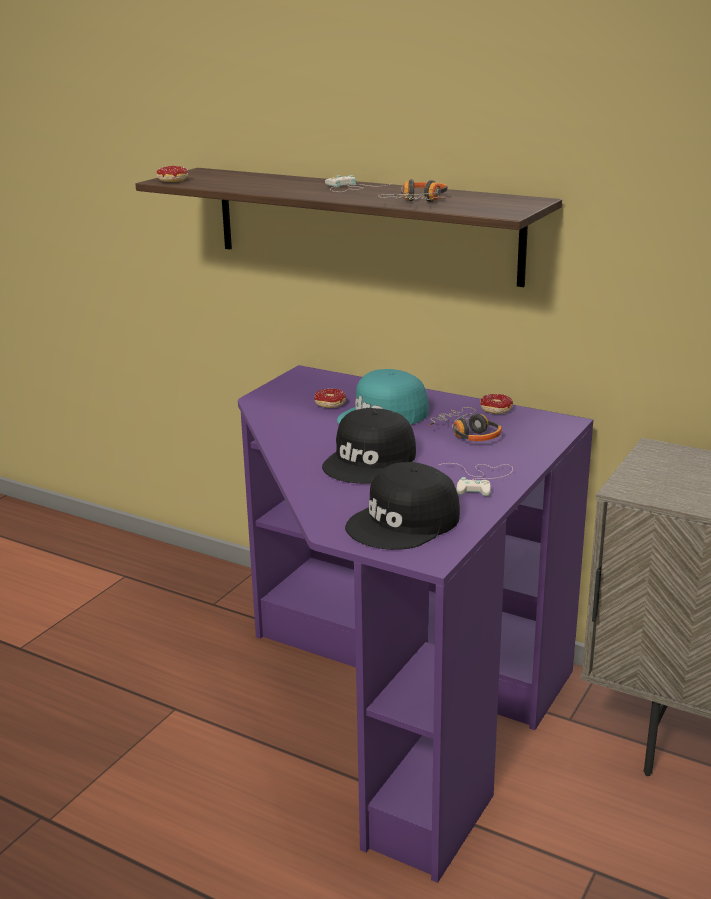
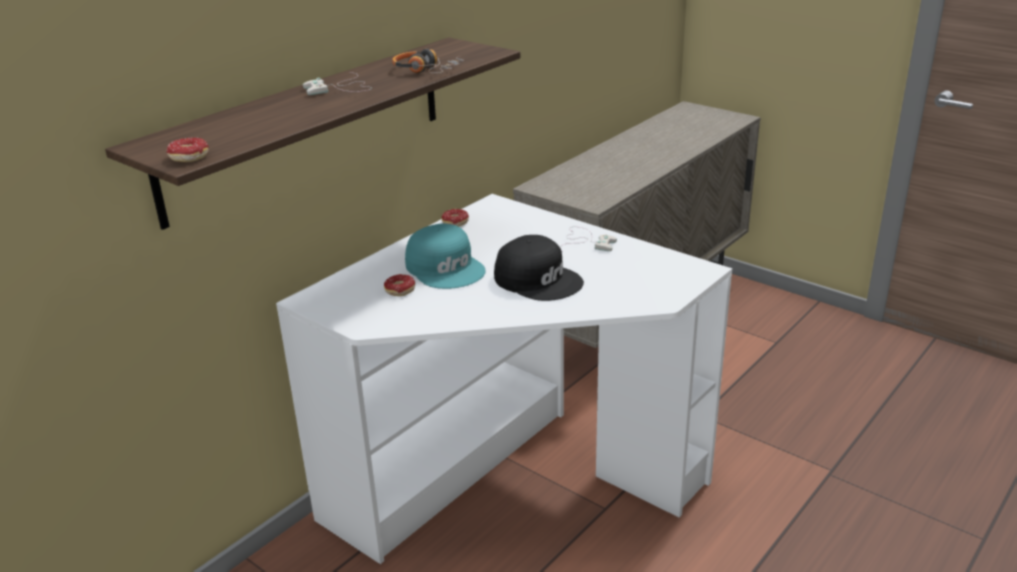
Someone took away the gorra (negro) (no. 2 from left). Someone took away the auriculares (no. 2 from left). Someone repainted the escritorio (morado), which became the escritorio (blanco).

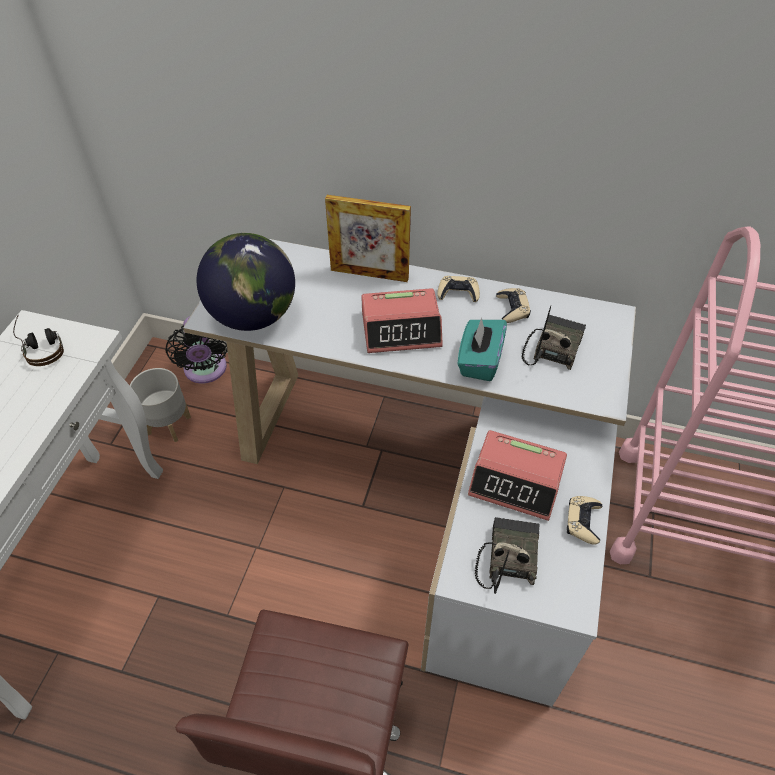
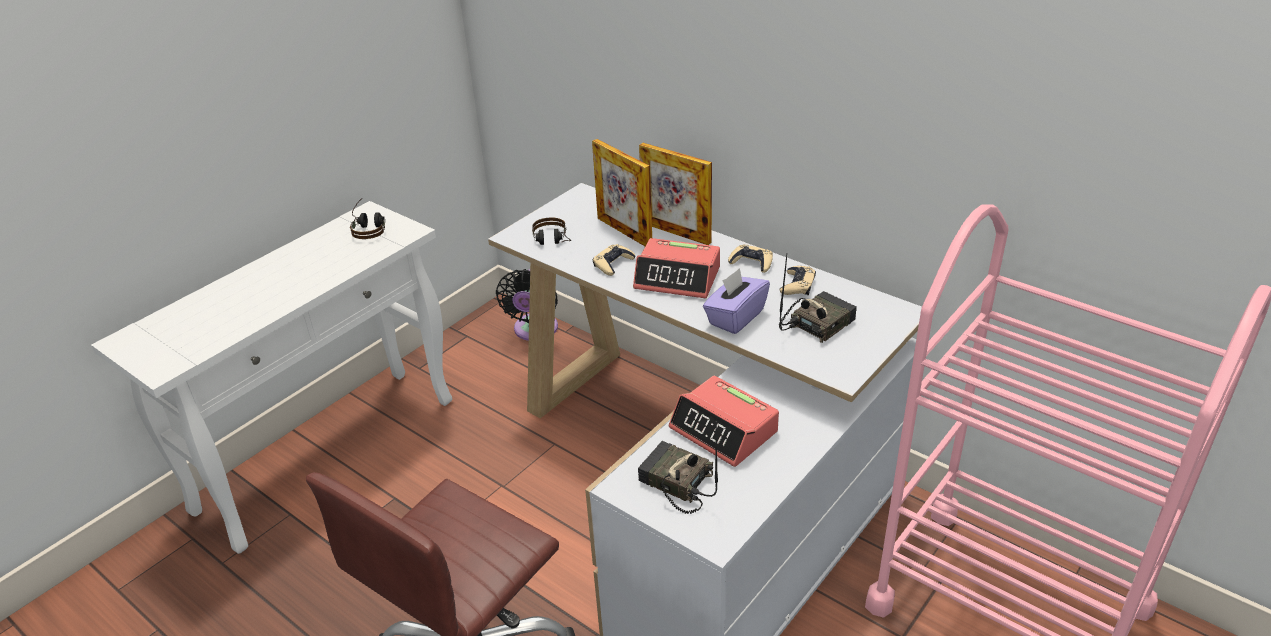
Someone took away the maceta (gris). Someone put down the portarretratos (no. 1 from left). Someone carried the mando de consola (beis) (no. 3 from left in the first image). Someone swapped the globo terráqueo for the auriculares (no. 2 from left). Someone repainted the caja de pañuelos (turquesa), which became the caja de pañuelos (morado). Someone rotated the radio (no. 1 from left) by 90 degrees counterclockwise.

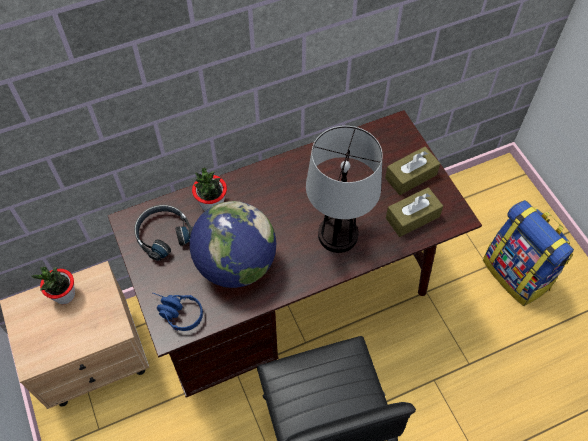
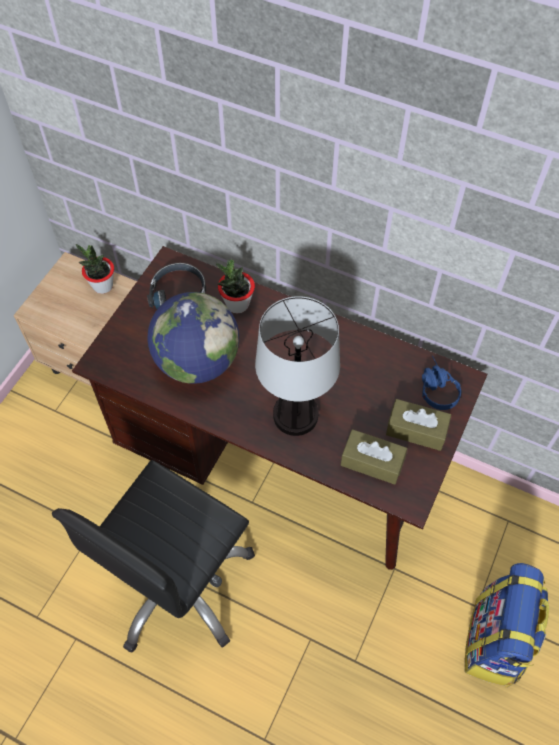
Someone carried the auriculares (azul).

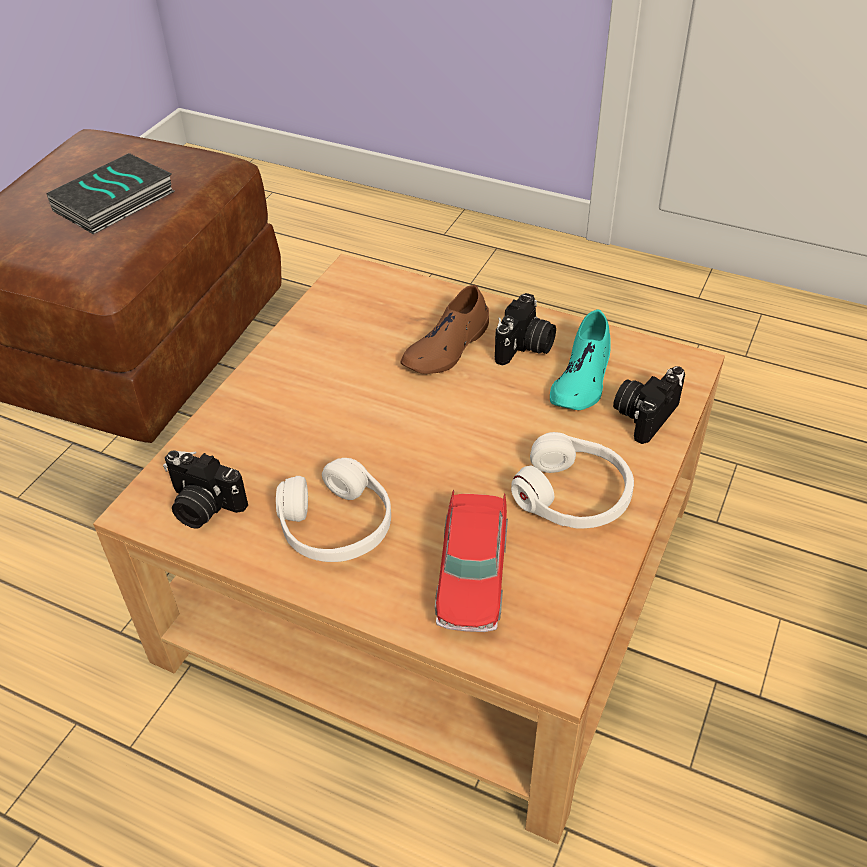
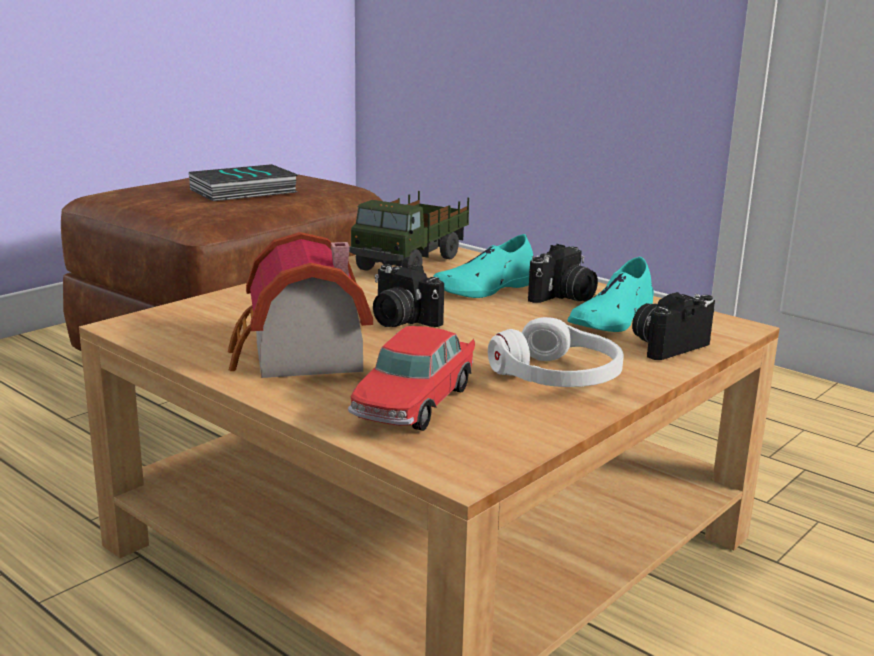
Someone put down the camión de juguete. Someone carried the cámara (no. 1 from left). Someone swapped the auriculares (blanco) (no. 1 from left) for the casita. Someone repainted the zapato (marrón), which became the zapato (turquesa) (no. 1 from left).

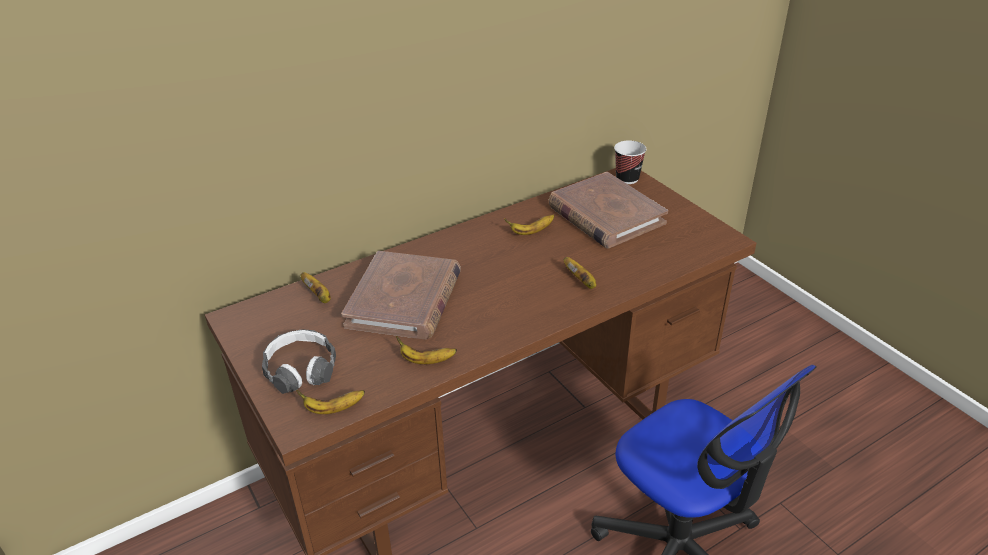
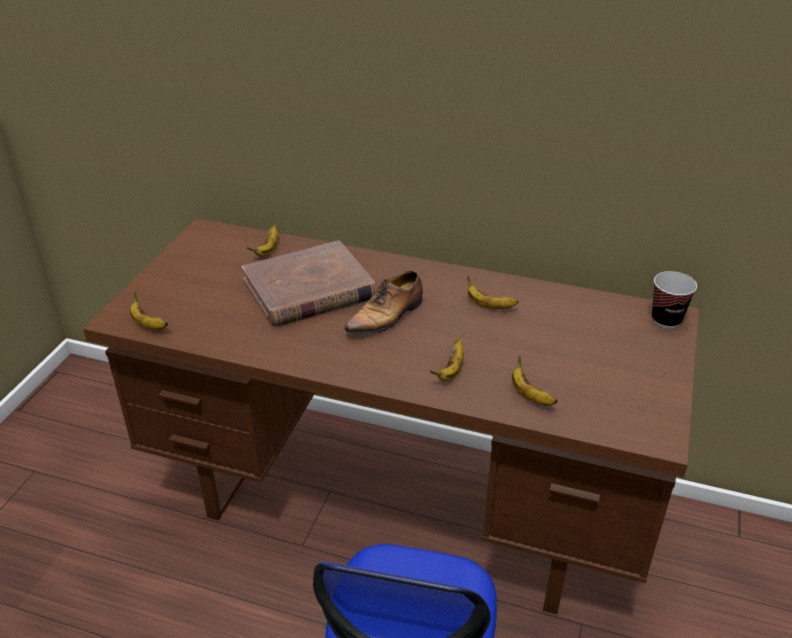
Someone took away the auriculares. Someone took away the libro (marrón) (no. 2 from left). Someone put down the zapato. Someone carried the plátano (no. 3 from left in the first image).

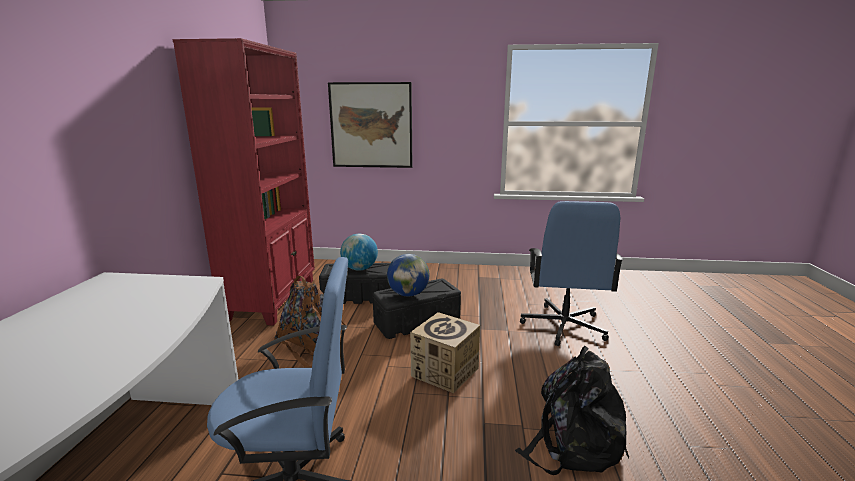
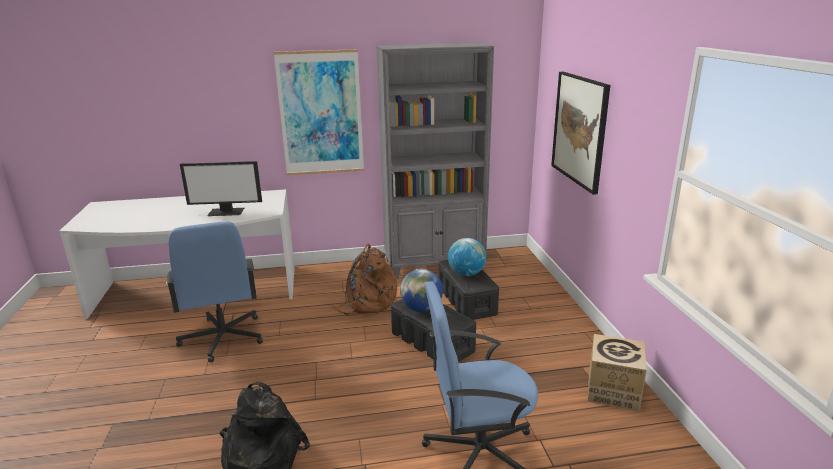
Someone put down the monitor. Someone put up the cuadro (no. 1 from left). Someone carried the caja de cartón. Someone repainted the estantería (rojo), which became the estantería (gris).

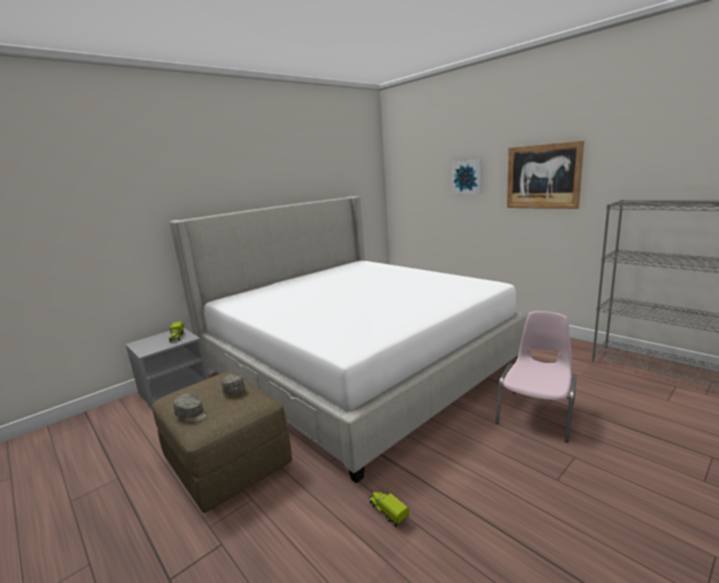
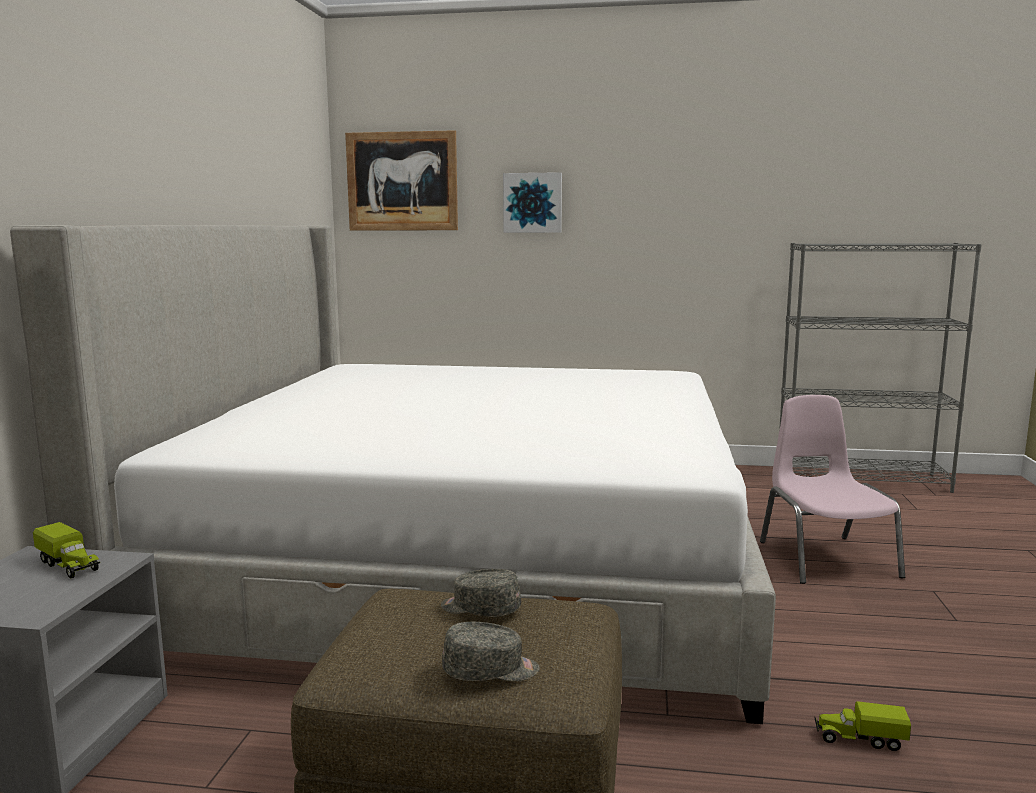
Someone carried the cuadro (no. 2 from left in the first image).

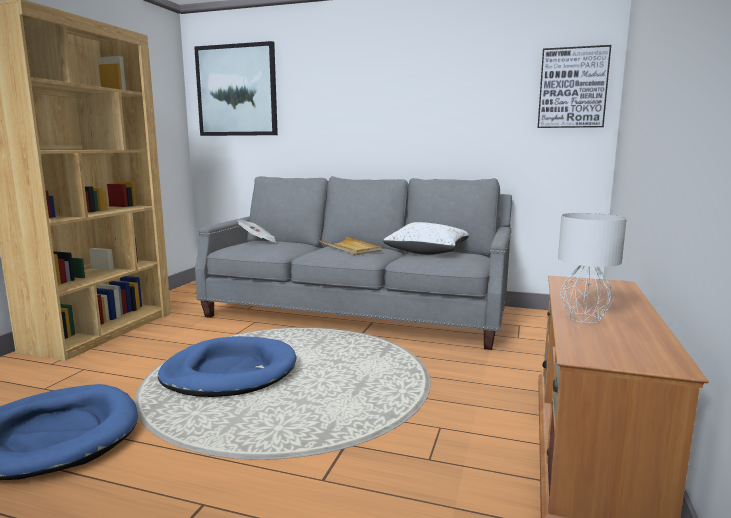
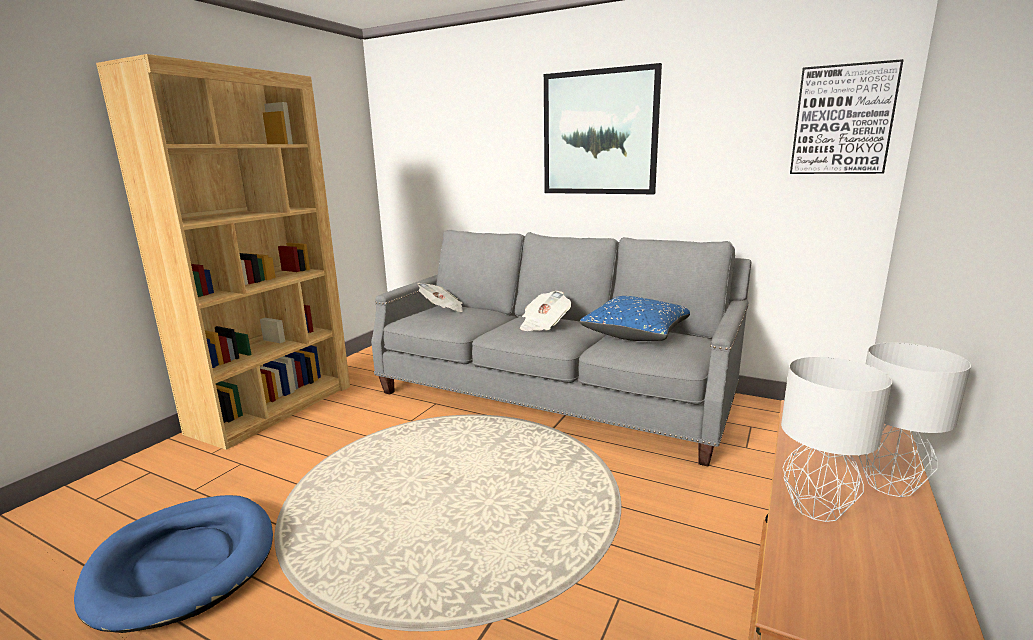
Someone took away the cama para perro (azul) (no. 2 from left). Someone put down the lámpara de mesa (gris) (no. 2 from left). Someone carried the cuadro (no. 1 from left). Someone swapped the bandeja (beis) for the periódico (no. 2 from left). Someone repainted the cojín (blanco), which became the cojín (azul).

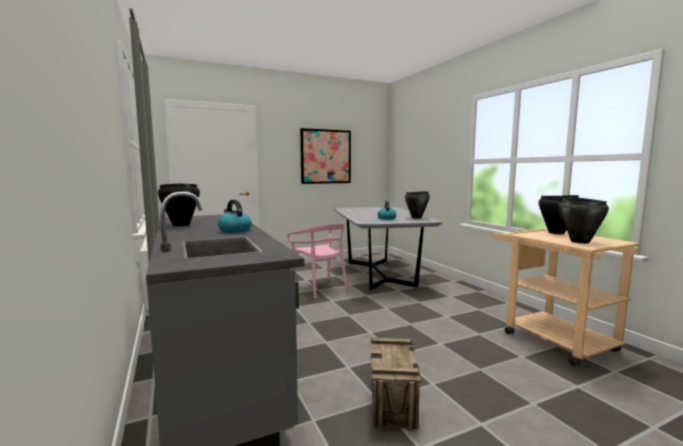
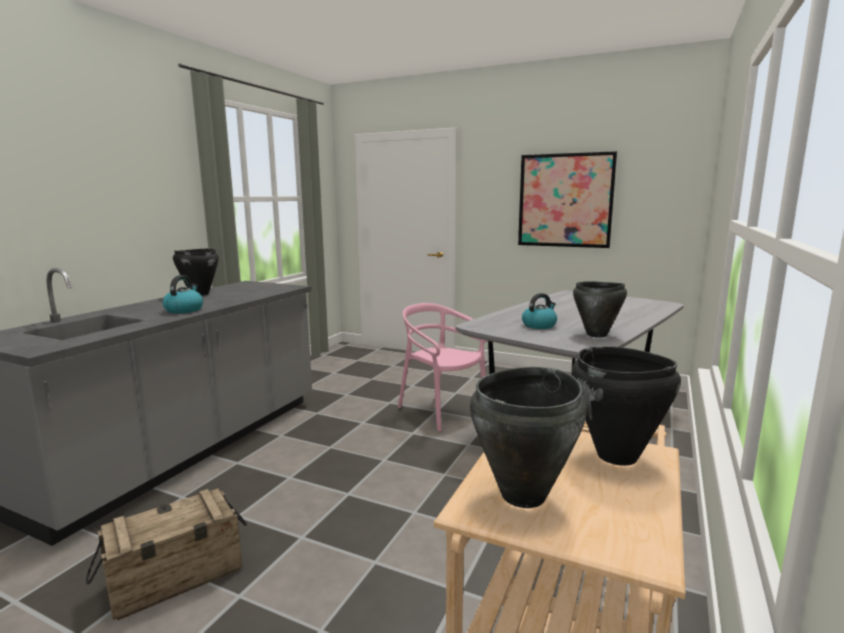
Someone rotated the silla (rosa) by 120 degrees clockwise.

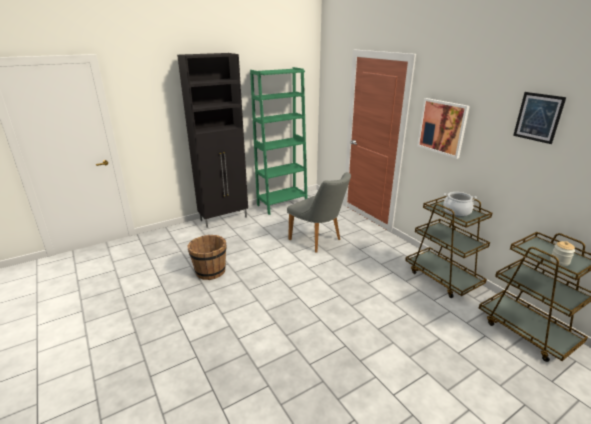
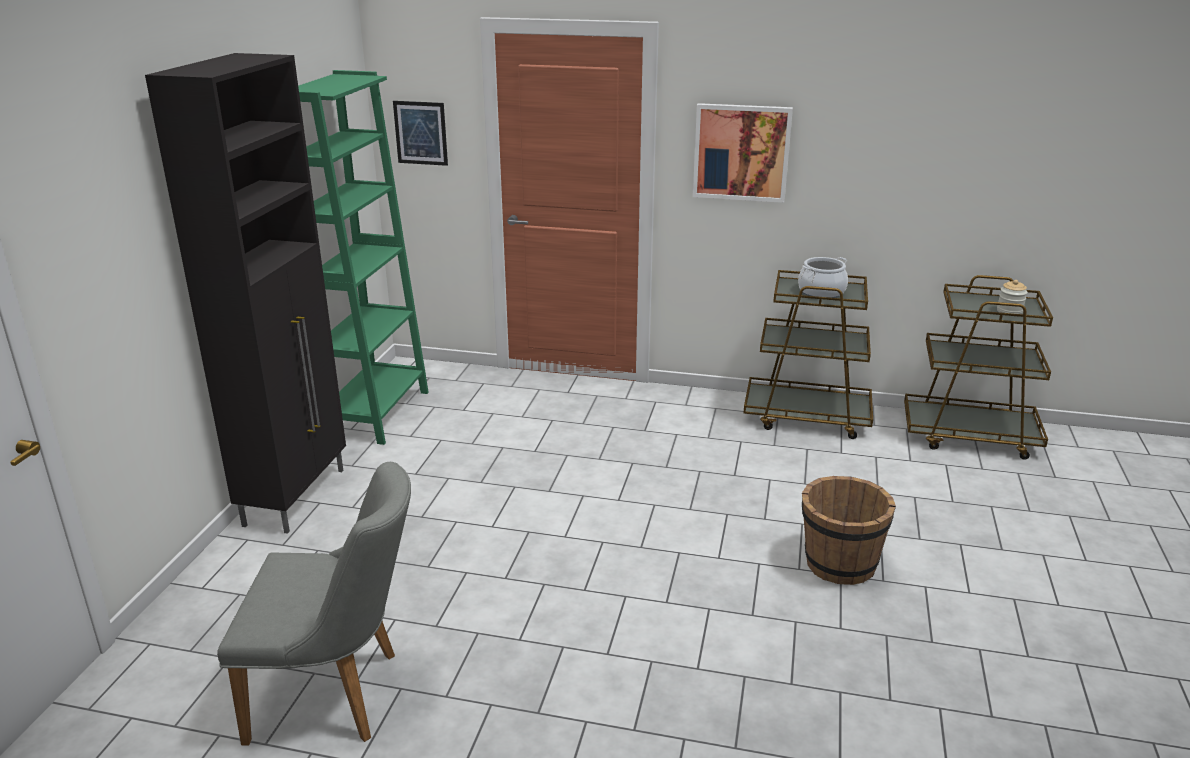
Someone carried the cubo (marrón). Someone carried the silla (gris). Someone carried the cuadro (no. 2 from left in the first image).

